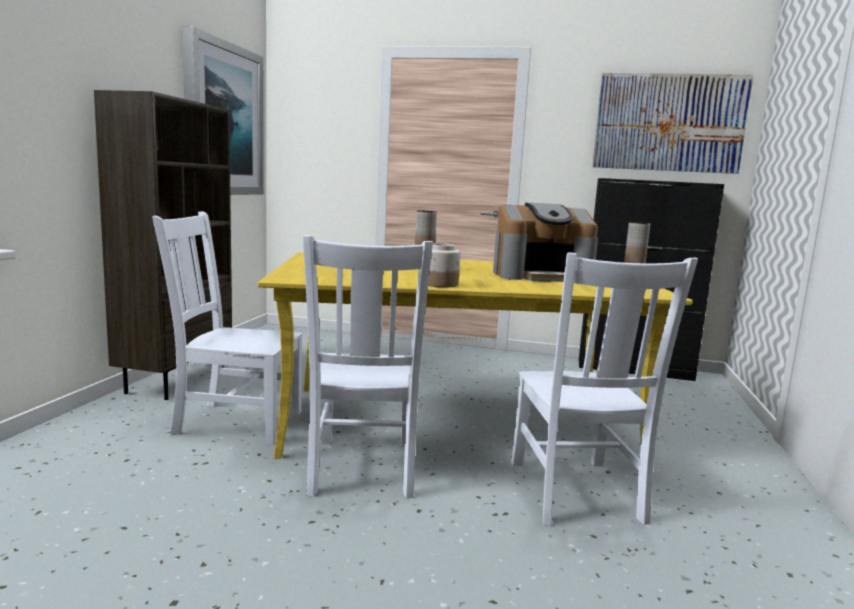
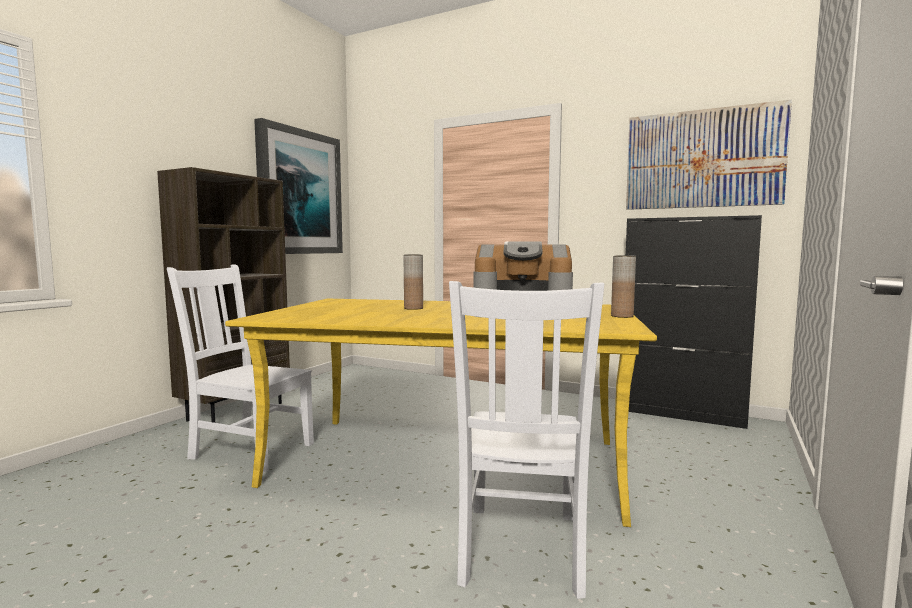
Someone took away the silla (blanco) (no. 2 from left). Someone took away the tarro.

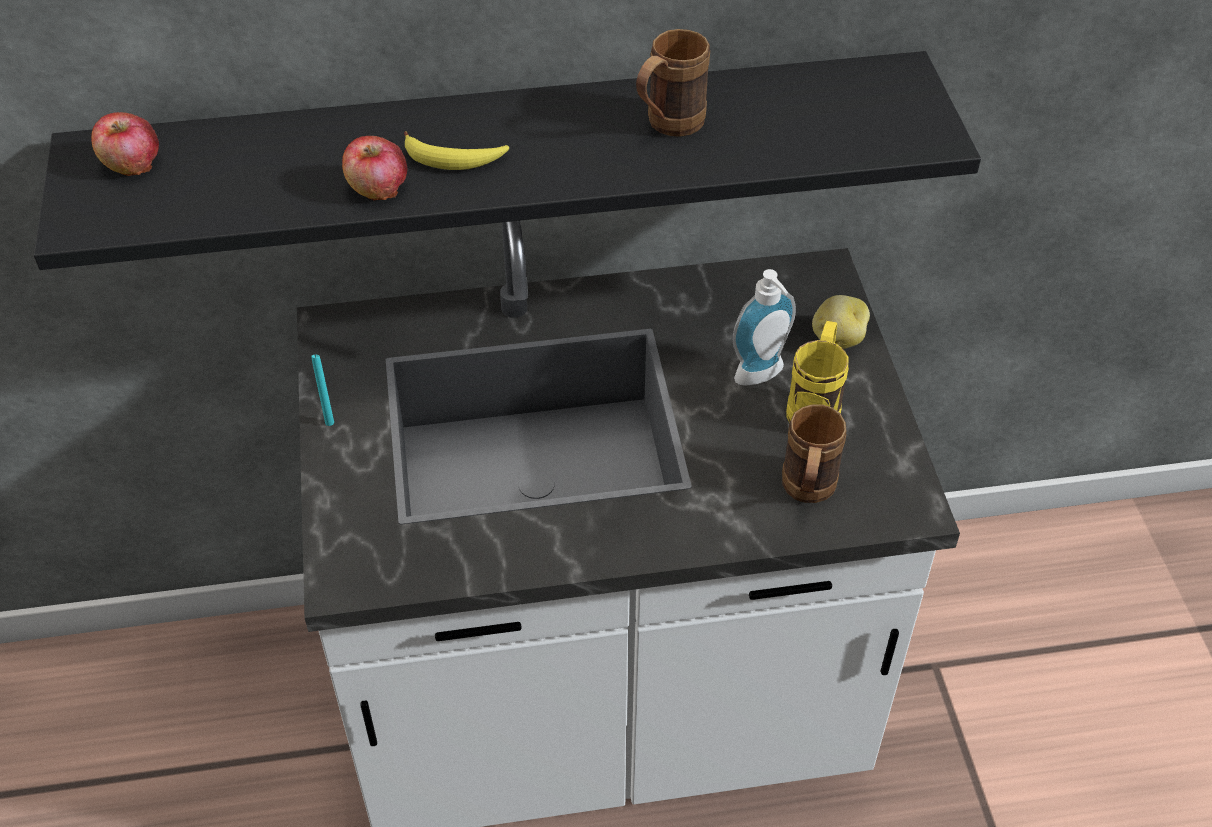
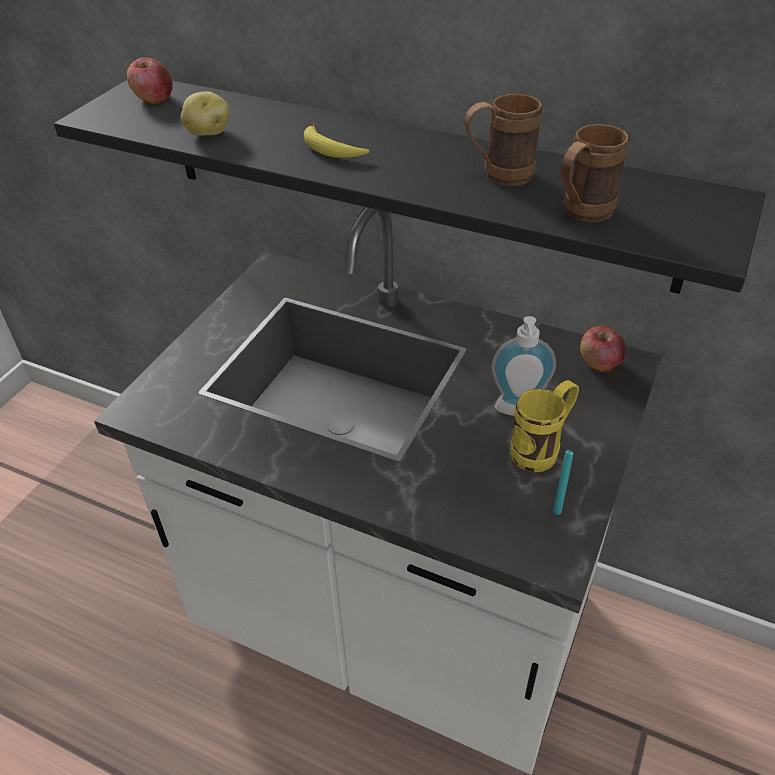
Someone carried the vela (turquesa). Someone carried the manzana (no. 2 from left). Someone carried the taza grande (marrón) (no. 2 from left). Someone carried the patata.

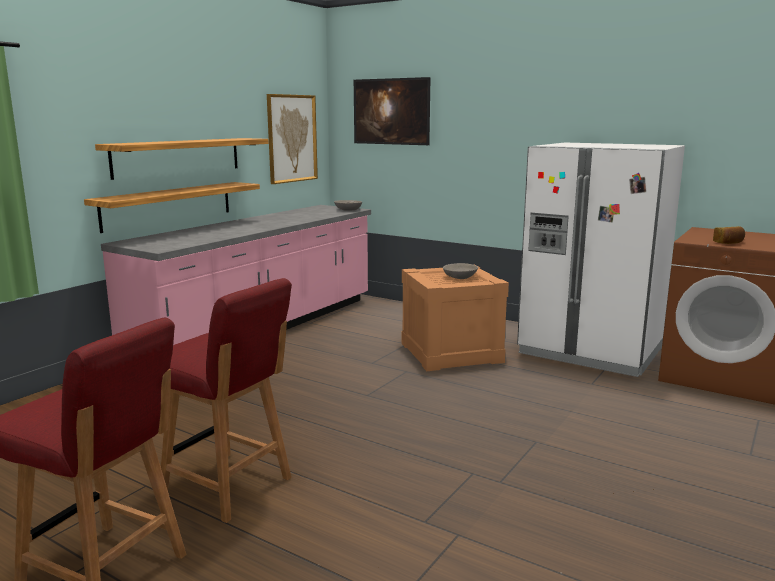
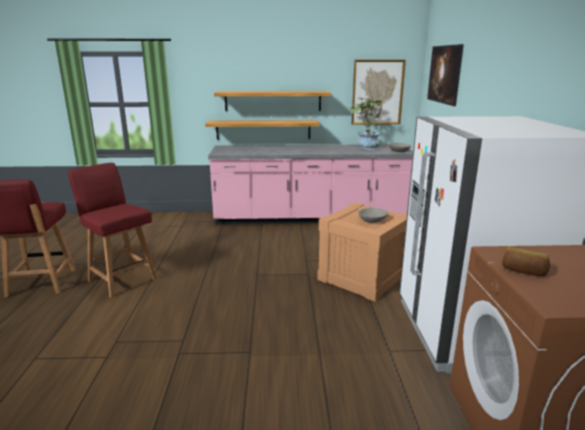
Someone put down the planta en maceta. Someone rotated the silla (rojo) (no. 2 from left) by 135 degrees clockwise.

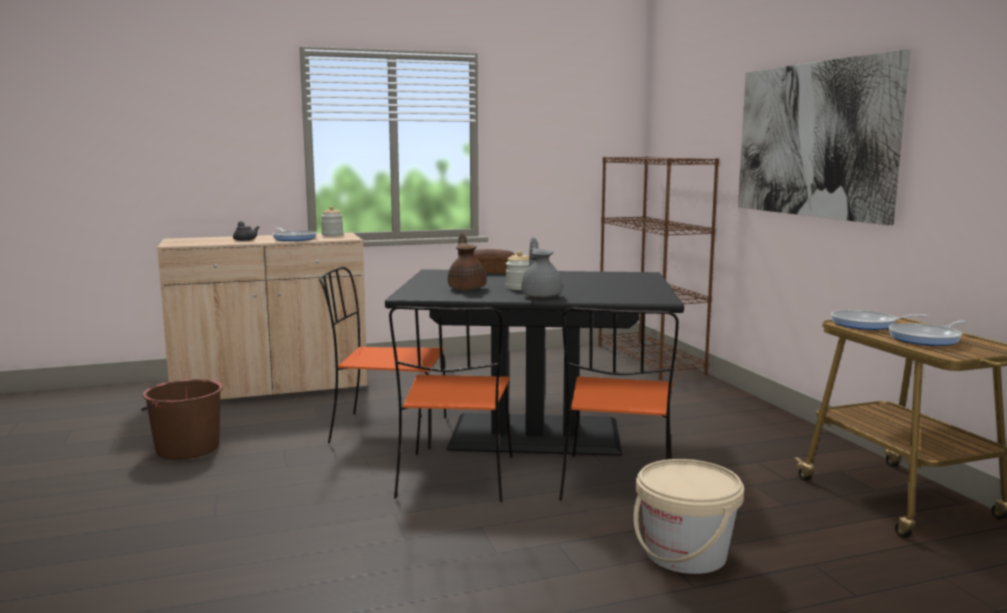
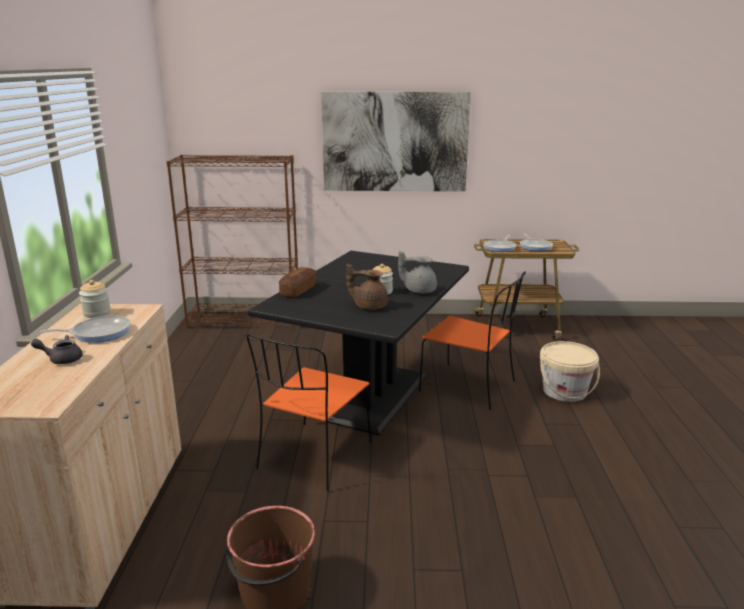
Someone took away the silla (naranja) (no. 2 from left).

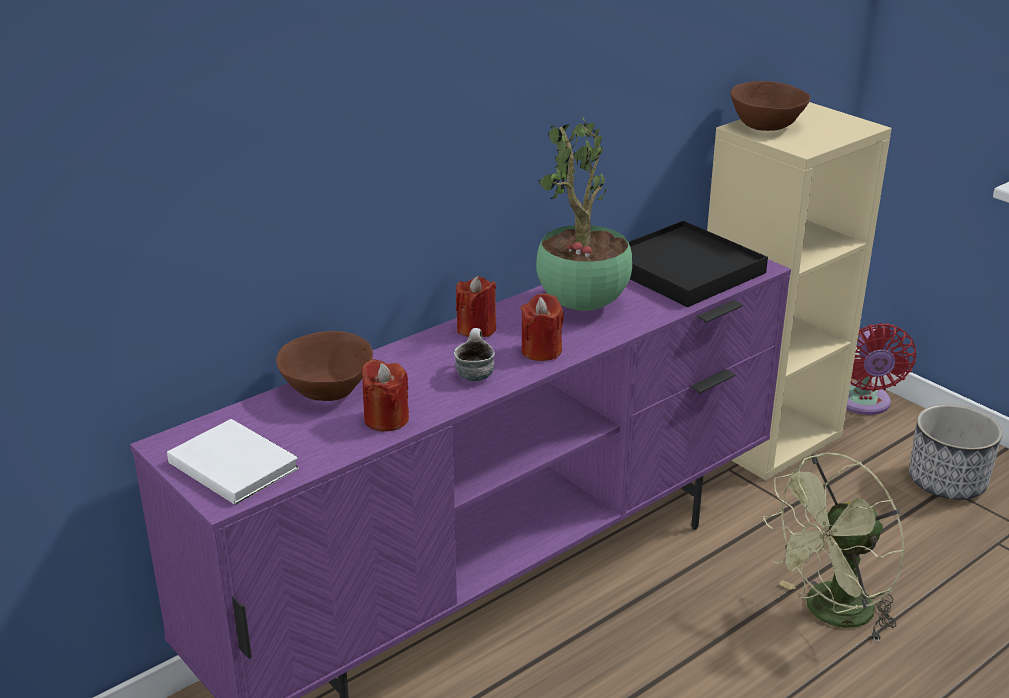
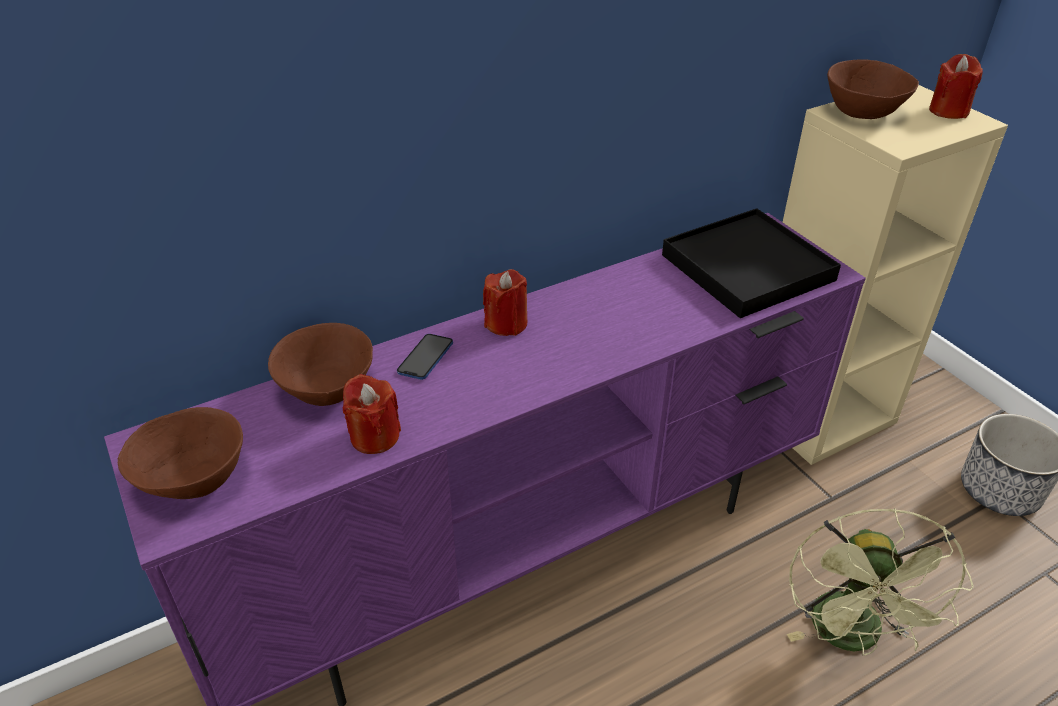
Someone took away the taza grande. Someone took away the planta en maceta. Someone took away the ventilador (rojo). Someone put down the móvil. Someone carried the vela (rojo) (no. 3 from left). Someone swapped the libro (blanco) for the cuenco (marrón) (no. 1 from left). Someone rotated the ventilador (verde) by 60 degrees counterclockwise.

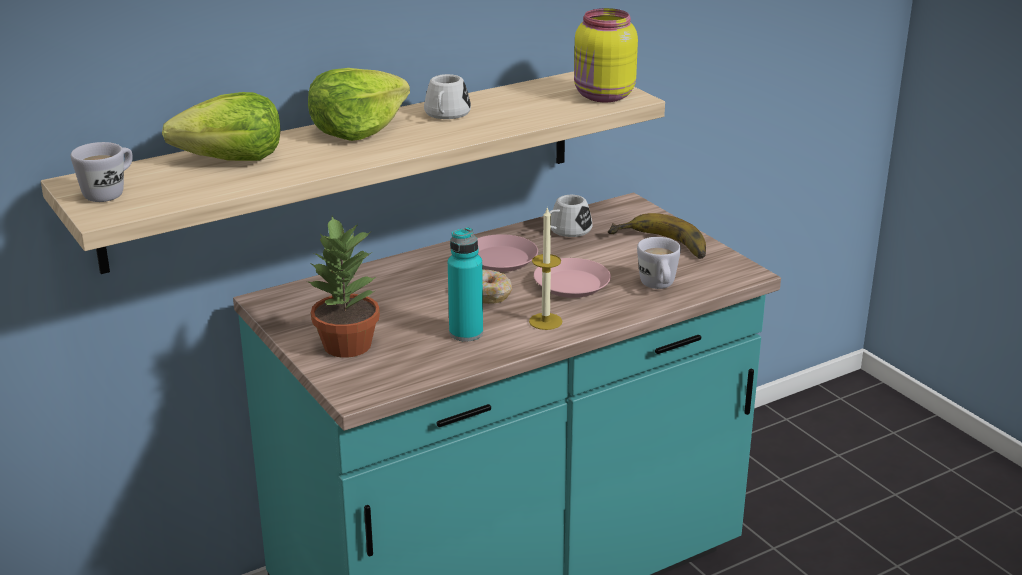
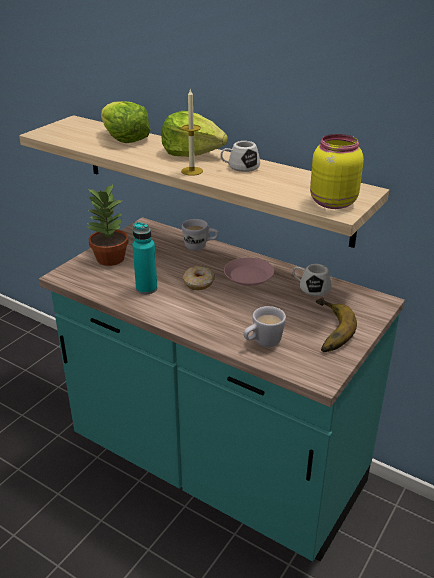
Someone took away the plato (rosa) (no. 2 from left). Someone carried the taza grande (blanco) (no. 1 from left). Someone carried the vela.

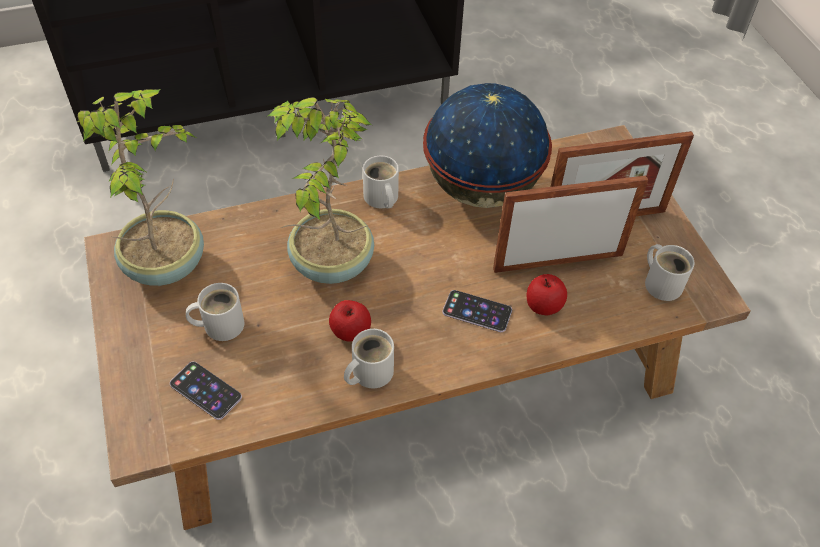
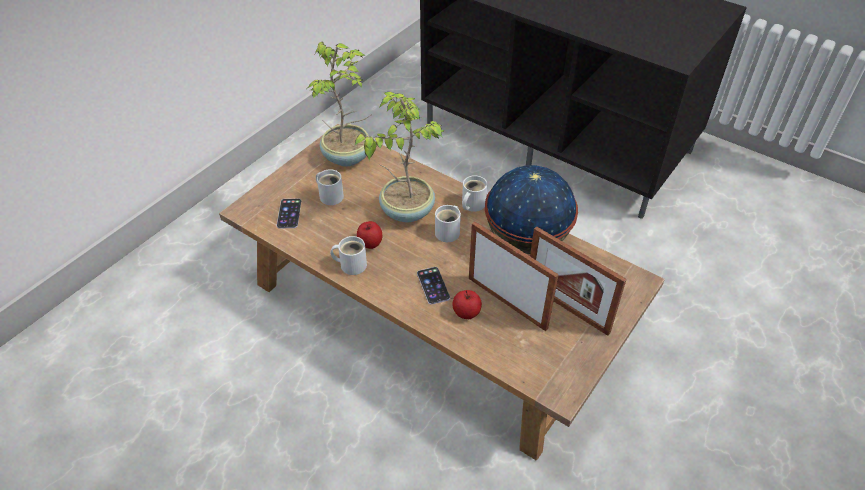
Someone carried the taza grande (blanco) (no. 4 from left in the first image).

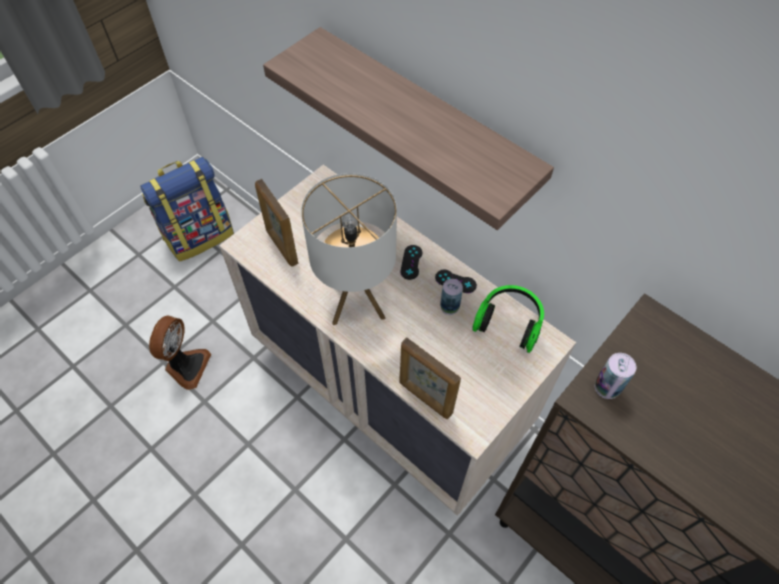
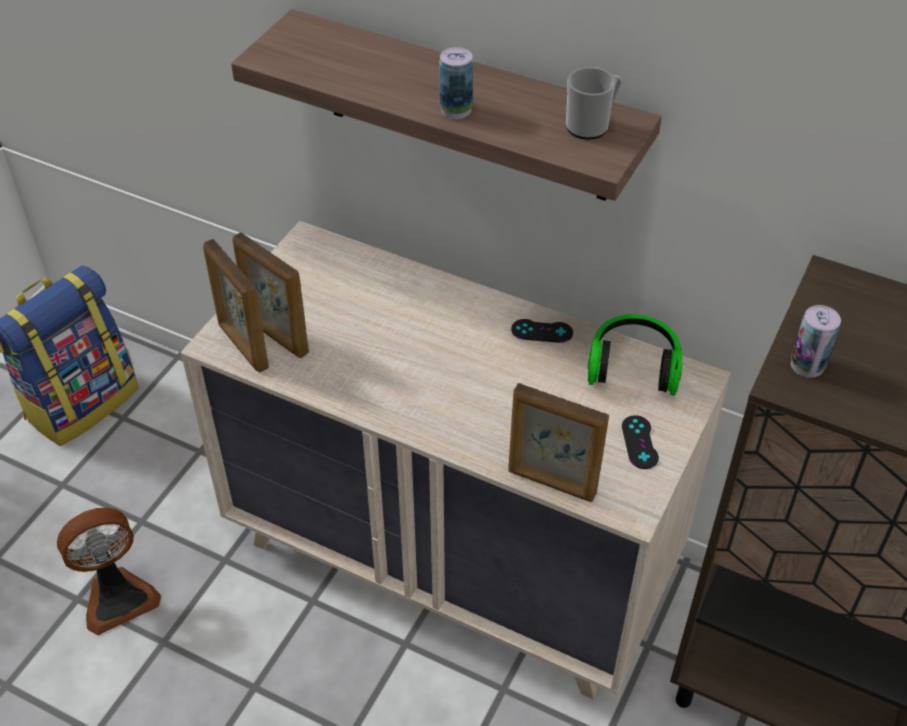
Someone took away the lámpara de mesa. Someone put down the portarretratos (no. 1 from left). Someone put down the taza grande. Someone carried the mando de consola (negro) (no. 1 from left in the first image). Someone carried the lata (no. 1 from left). Someone rotated the ventilador by 60 degrees clockwise.

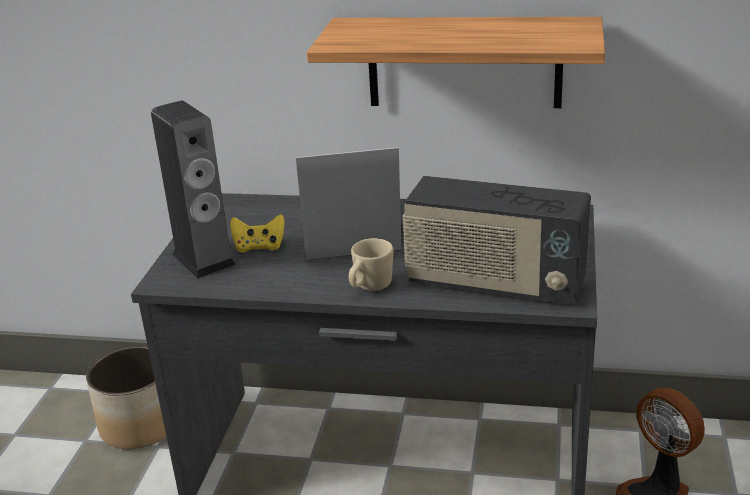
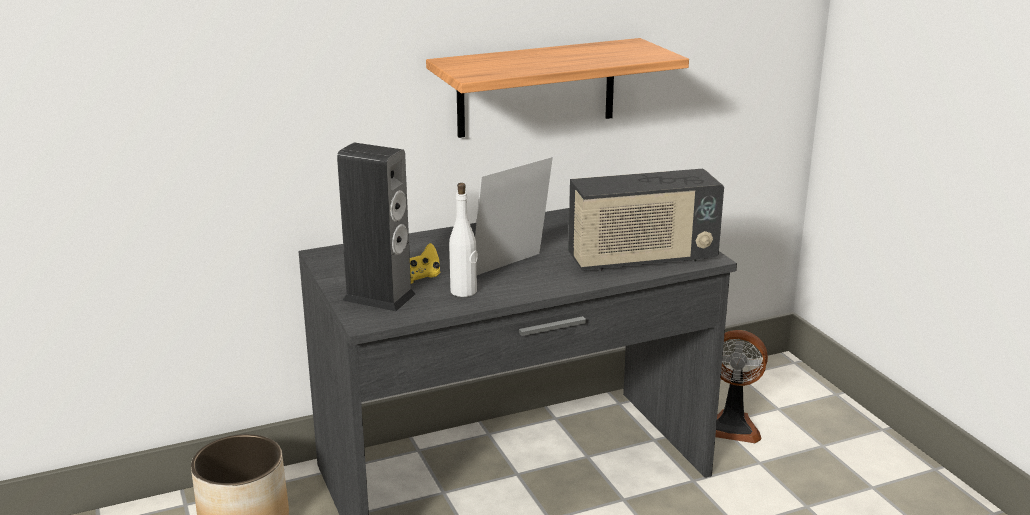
Someone took away the taza grande (beis). Someone put down the botella (blanco).

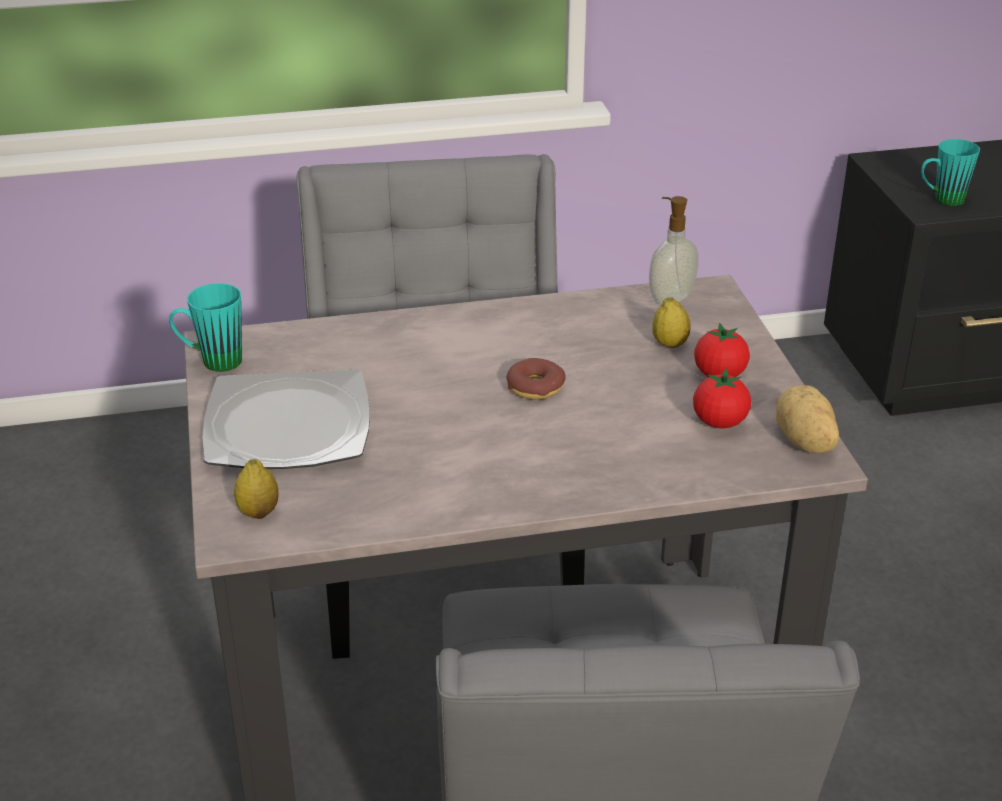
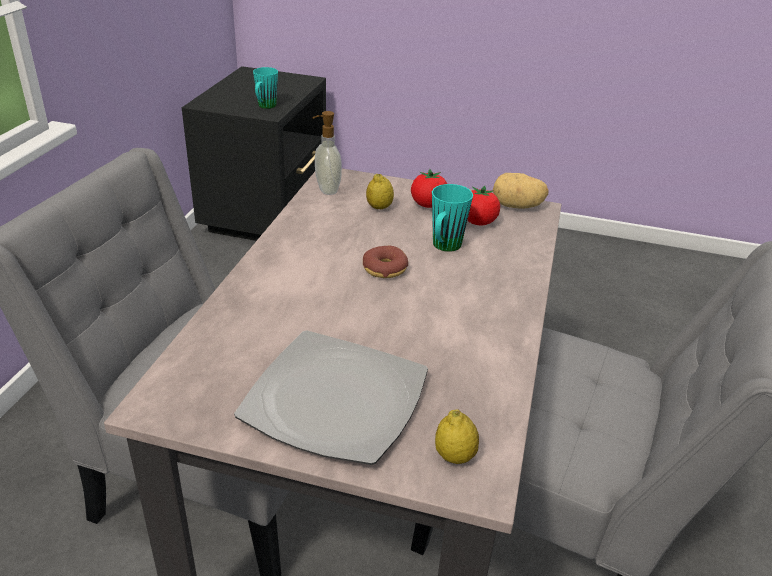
Someone carried the taza grande (turquesa) (no. 1 from left in the first image).

